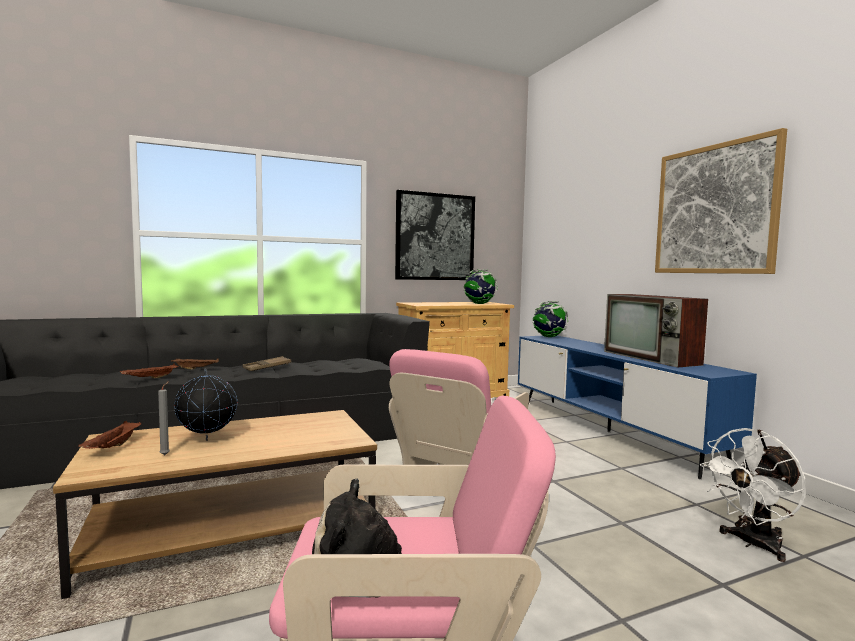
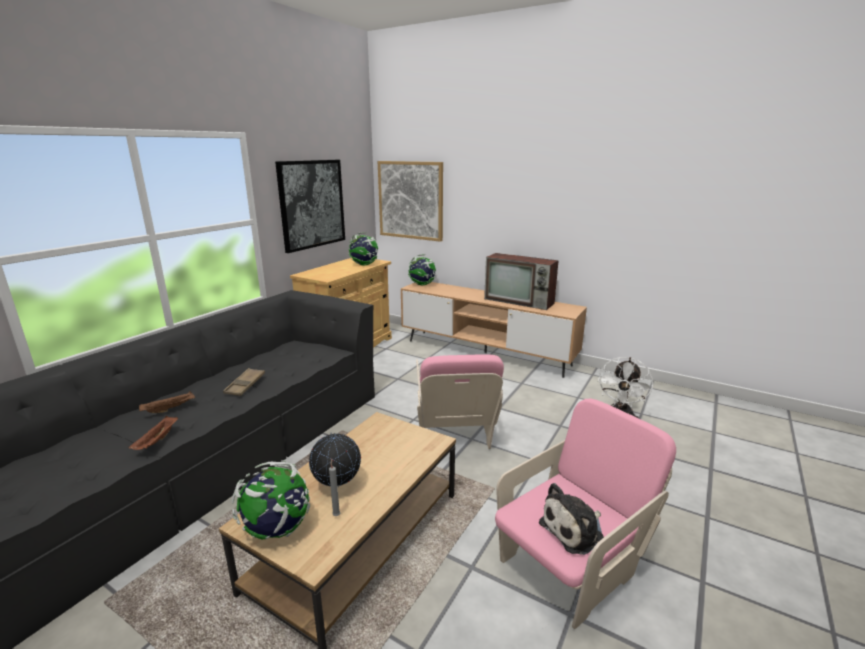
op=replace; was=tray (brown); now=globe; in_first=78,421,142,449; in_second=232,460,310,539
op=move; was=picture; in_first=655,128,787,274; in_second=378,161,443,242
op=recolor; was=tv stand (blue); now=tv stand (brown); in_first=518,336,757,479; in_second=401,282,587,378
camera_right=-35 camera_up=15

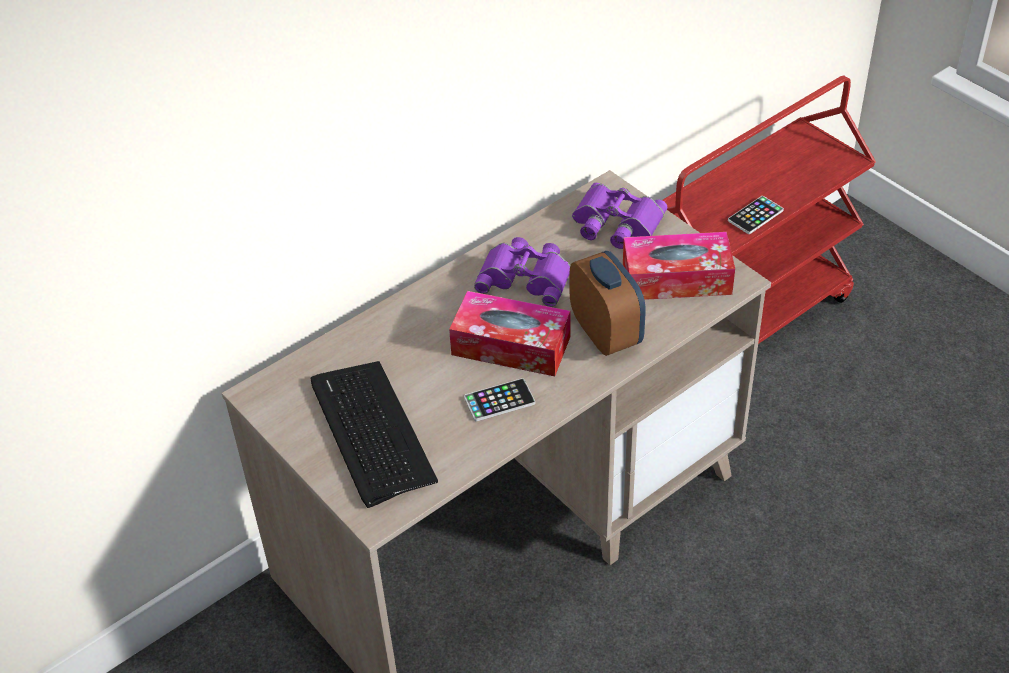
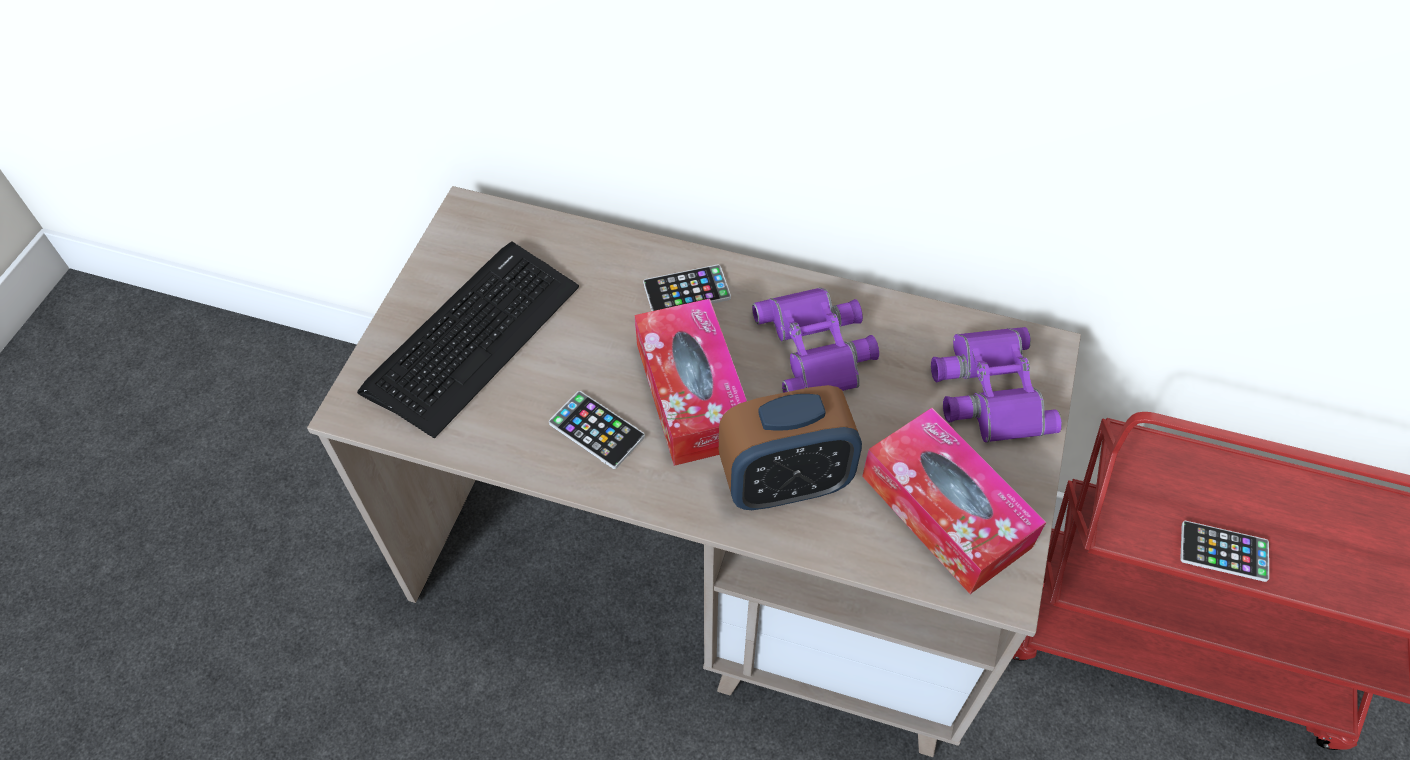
op=insert; now=phone; in_second=643,264,731,311
op=rotate; was=alarm clock; in_first=570,251,646,356; in_second=719,385,862,510; clockwise=45
camera_right=55 camera_up=10

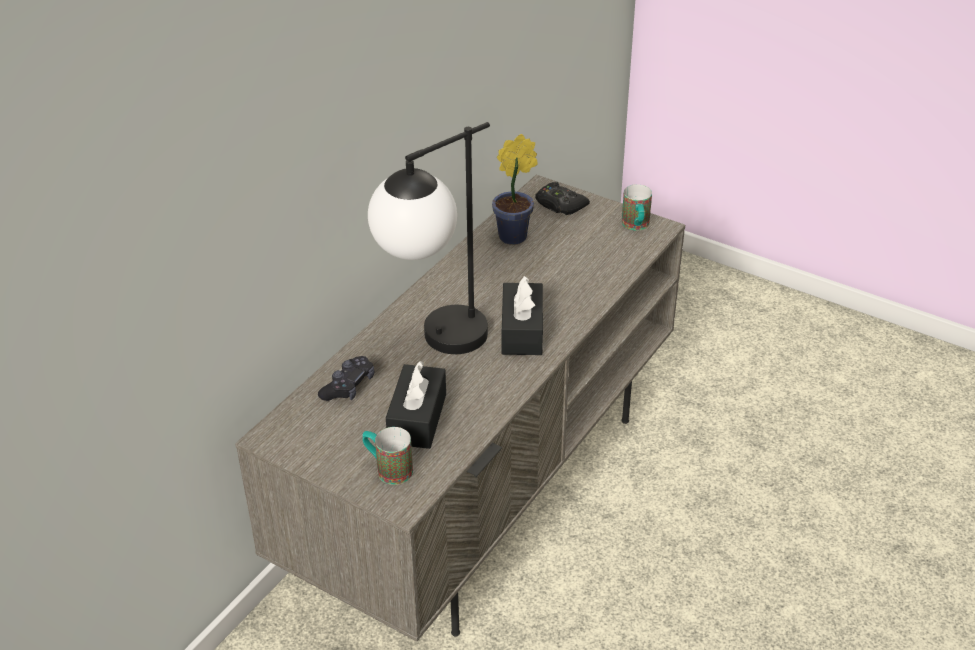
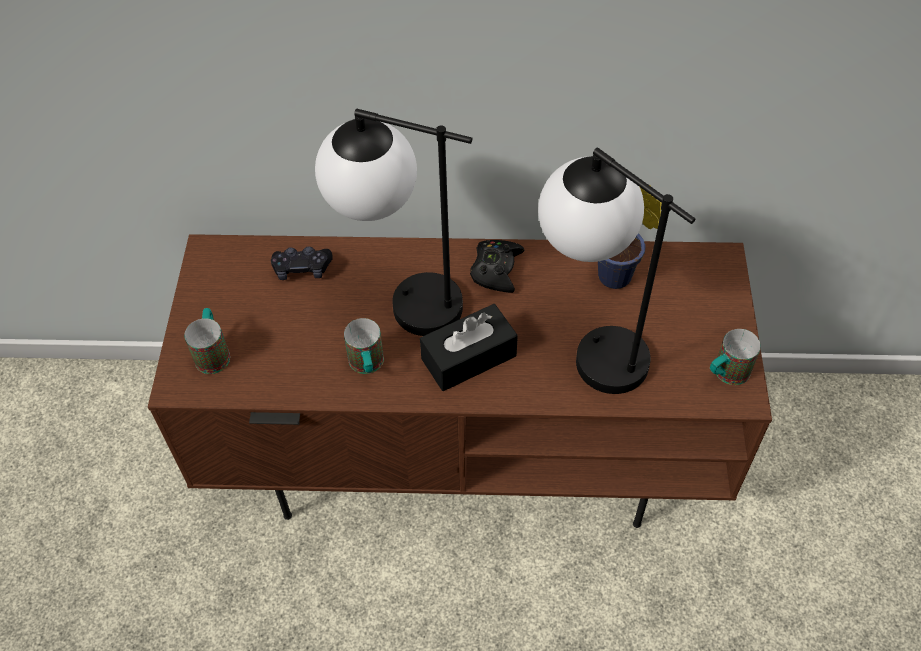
op=recolor; was=tv stand (grey); now=tv stand (brown); in_first=235,175,685,642; in_second=148,234,772,528
op=insert; now=mug; in_second=344,318,384,374
op=move; was=game controller (black); in_first=535,182,590,215; in_second=470,240,525,293
op=insert; now=table lamp; in_second=538,148,696,394
op=delete; was=tissue box (black); in_first=386,361,446,449
camera_right=60 camera_up=15

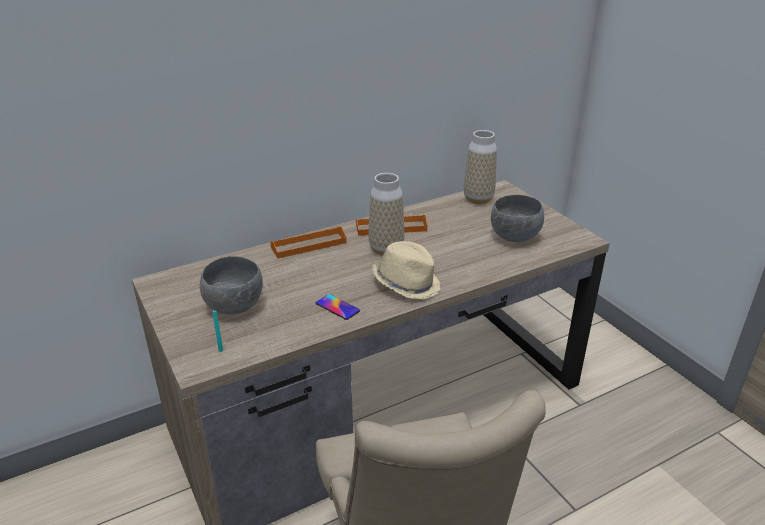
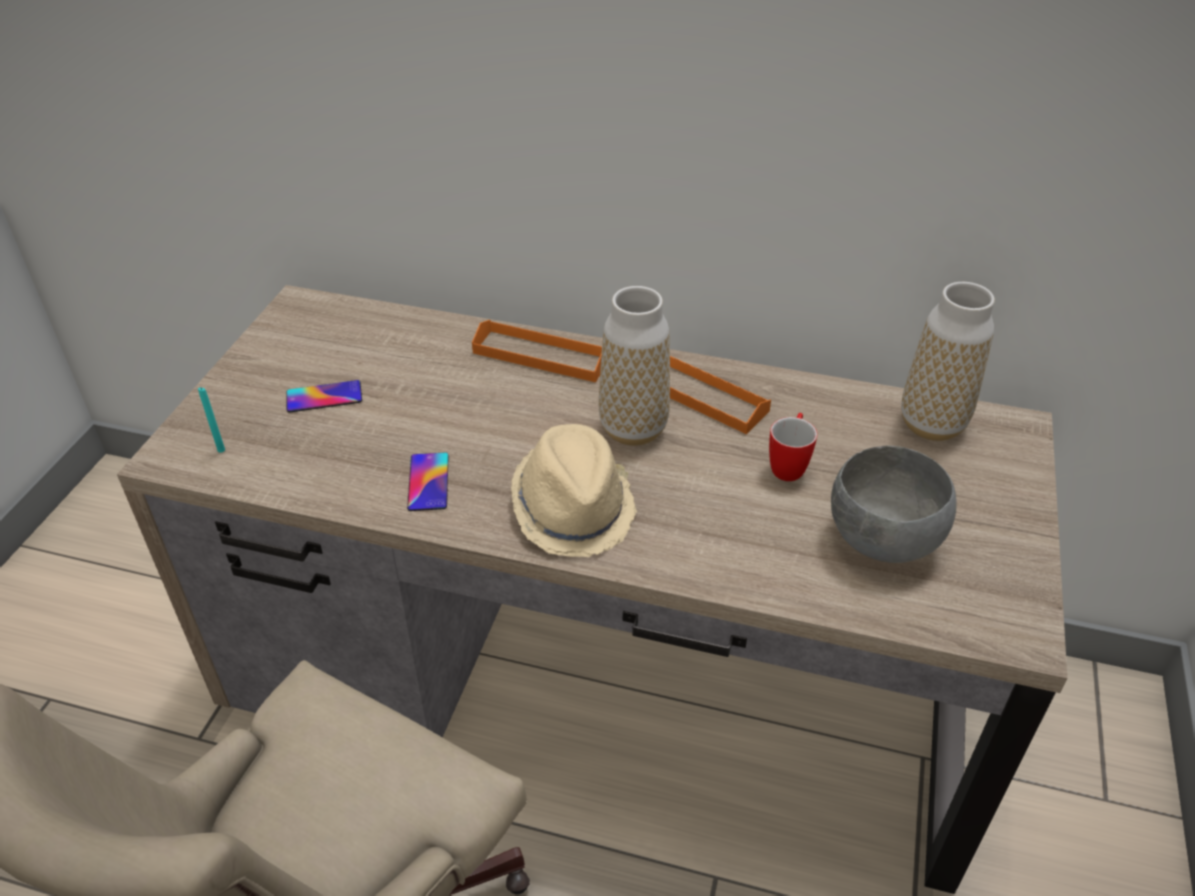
op=replace; was=bowl (grey); now=phone; in_first=200,256,263,315; in_second=286,380,362,413
op=insert; now=mug; in_second=769,413,817,481
camera_right=45 camera_up=10

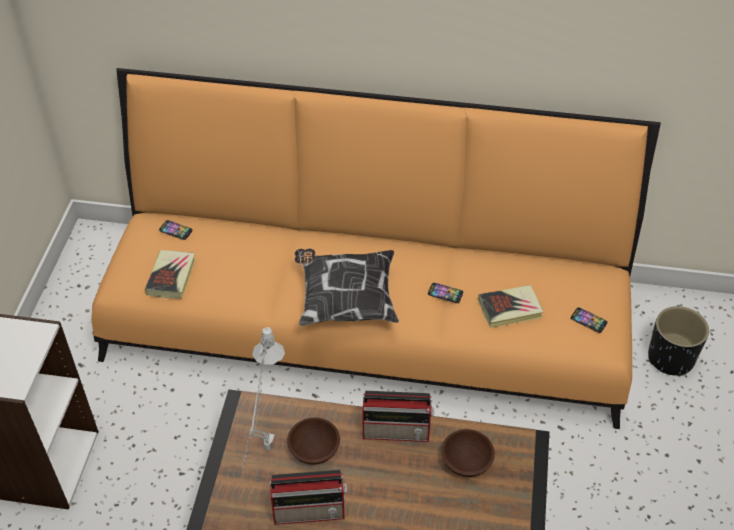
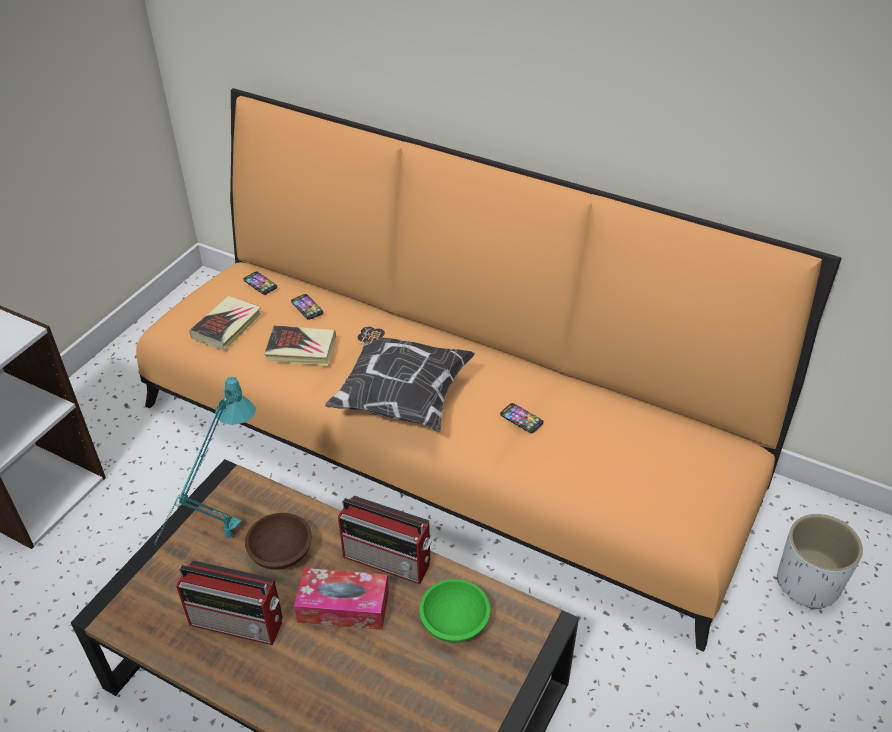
op=recolor; was=table lamp (grey); now=table lamp (turquoise); in_first=242,327,285,472; in_second=154,377,257,545
op=move; was=book; in_first=478,285,544,328; in_second=264,325,336,366
op=move; was=phone; in_first=571,307,607,333; in_second=291,294,323,320
op=insert; now=tissue box; in_second=294,568,389,630
op=recolor; was=bowl (brown); now=bowl (green); in_first=441,429,495,477; in_second=419,579,490,643
op=recolor; was=planter (black); now=planter (white); in_first=648,306,709,376; in_second=777,514,863,609
camera_right=20 camera_up=-5

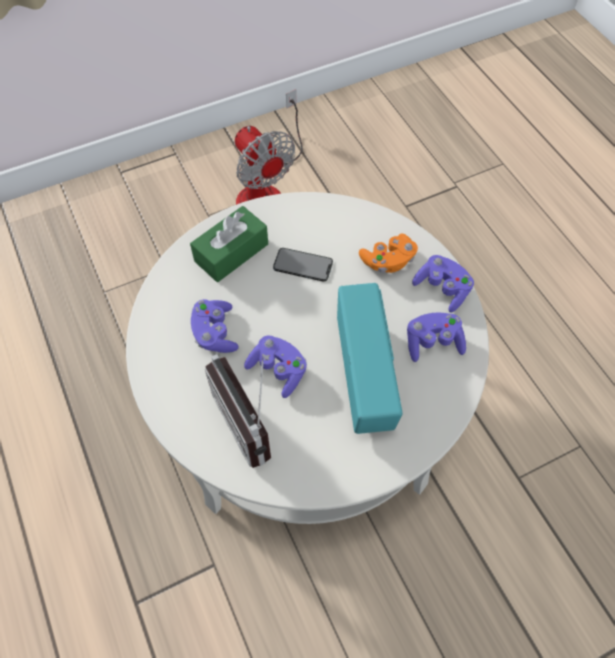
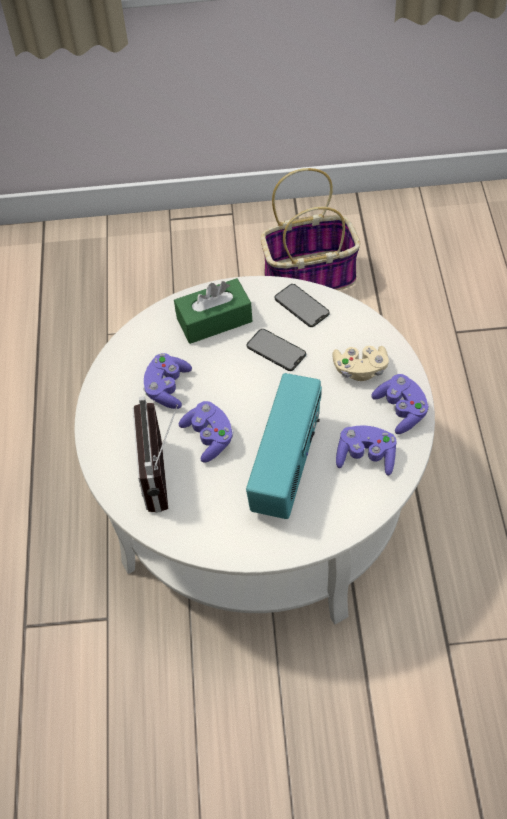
op=replace; was=fan; now=basket; in_first=235,89,303,205; in_second=260,168,360,290
op=insert; now=phone; in_second=274,284,330,327
op=recolor; was=game controller (orange); now=game controller (beige); in_first=359,234,418,273; in_second=332,346,389,381
camera_right=25 camera_up=-5

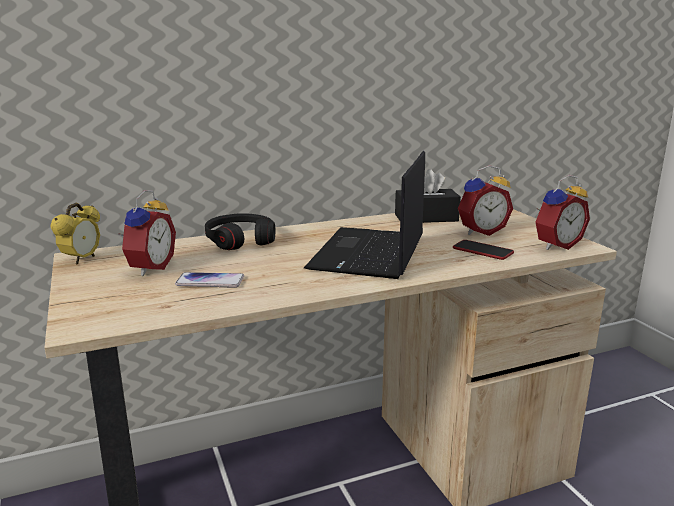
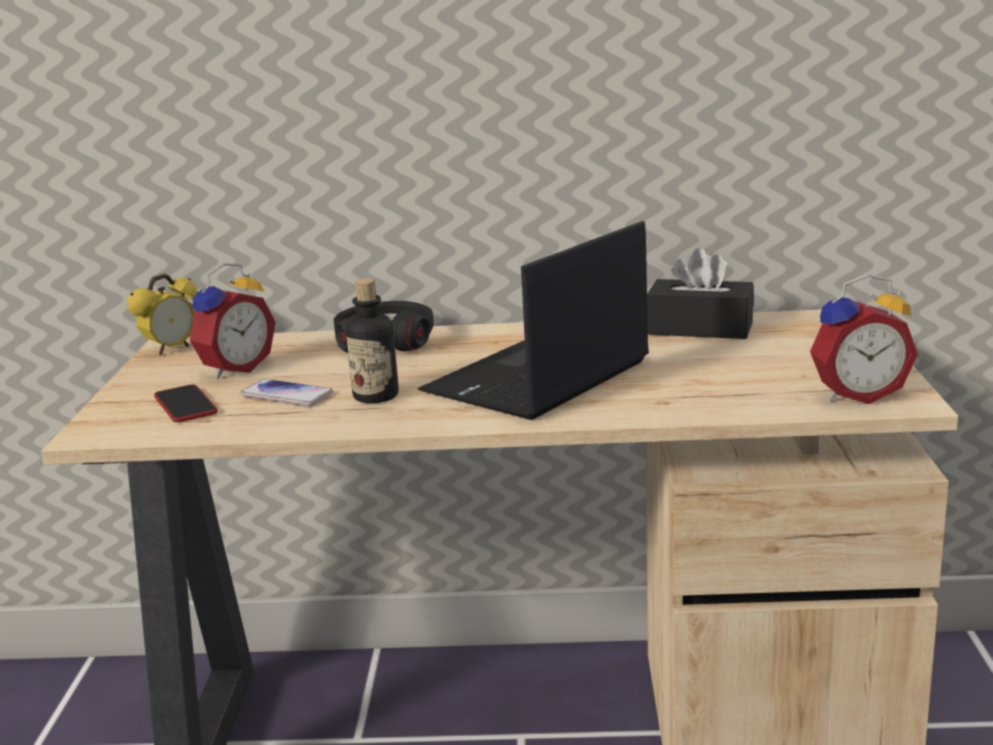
op=move; was=phone; in_first=453,240,514,260; in_second=154,384,218,422
op=insert; now=bottle; in_second=346,278,398,403
op=delete; was=alarm clock; in_first=458,165,513,236
camera_right=25 camera_up=0

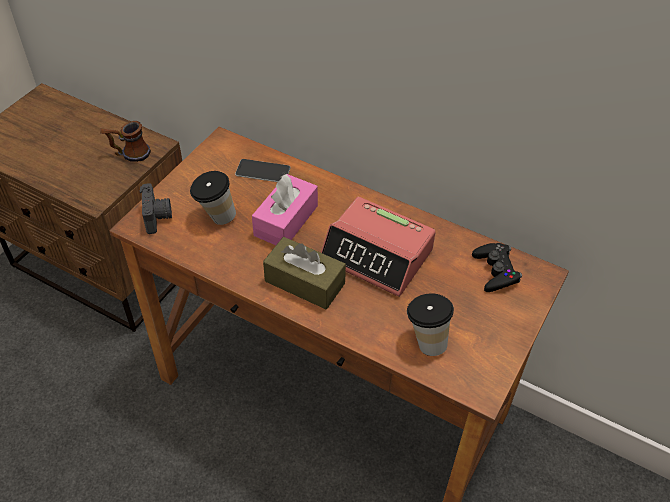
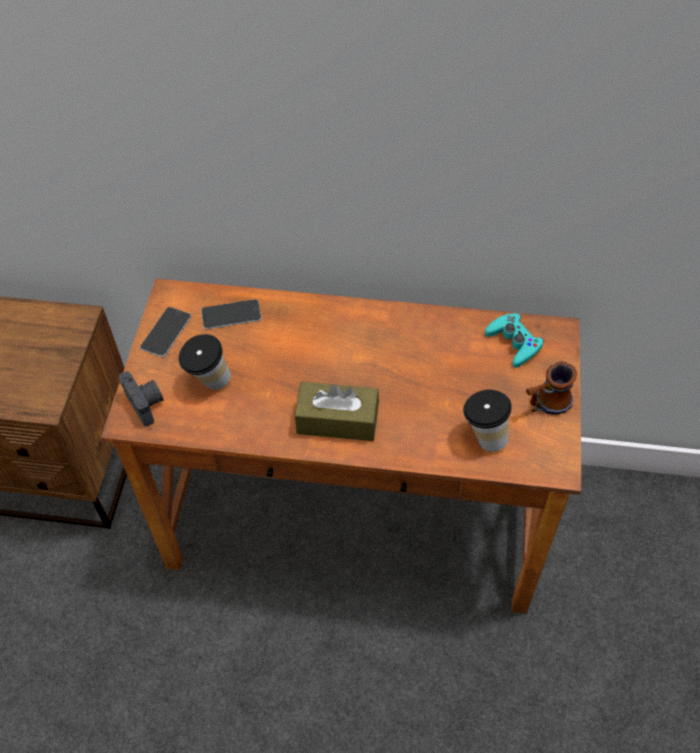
op=insert; now=phone; in_second=140,307,191,357
op=recolor; was=game controller (black); now=game controller (turquoise); in_first=472,243,522,292; in_second=485,313,544,368
op=move; was=mug; in_first=100,121,151,162; in_second=526,362,577,415
op=delete; was=tissue box (pink); in_first=252,174,318,245
op=delete; was=alarm clock; in_first=321,197,436,297
camera_right=-20 camera_up=5

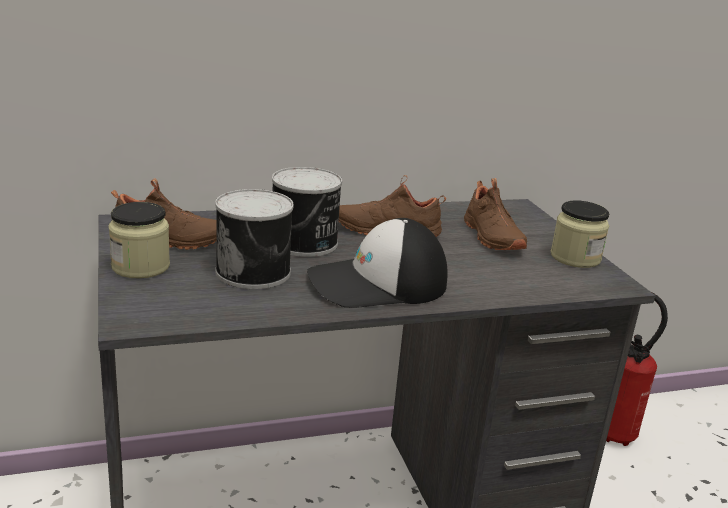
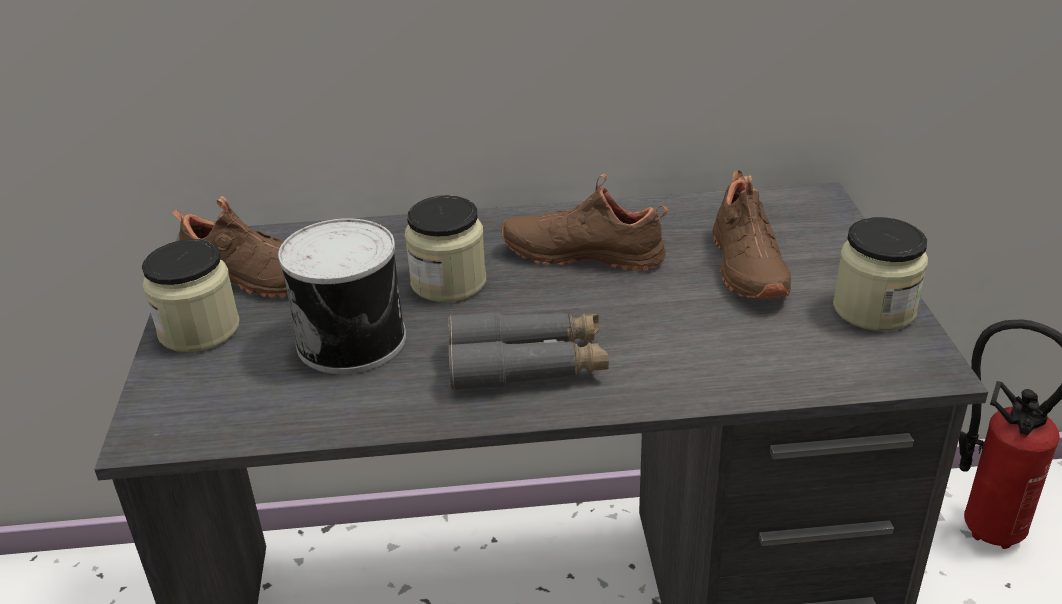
op=replace; was=can; now=jar; in_first=272,167,342,257; in_second=405,195,486,302
op=replace; was=cap; now=binoculars (grey); in_first=307,218,448,308; in_second=448,312,609,391
camera_right=15 camera_up=10

